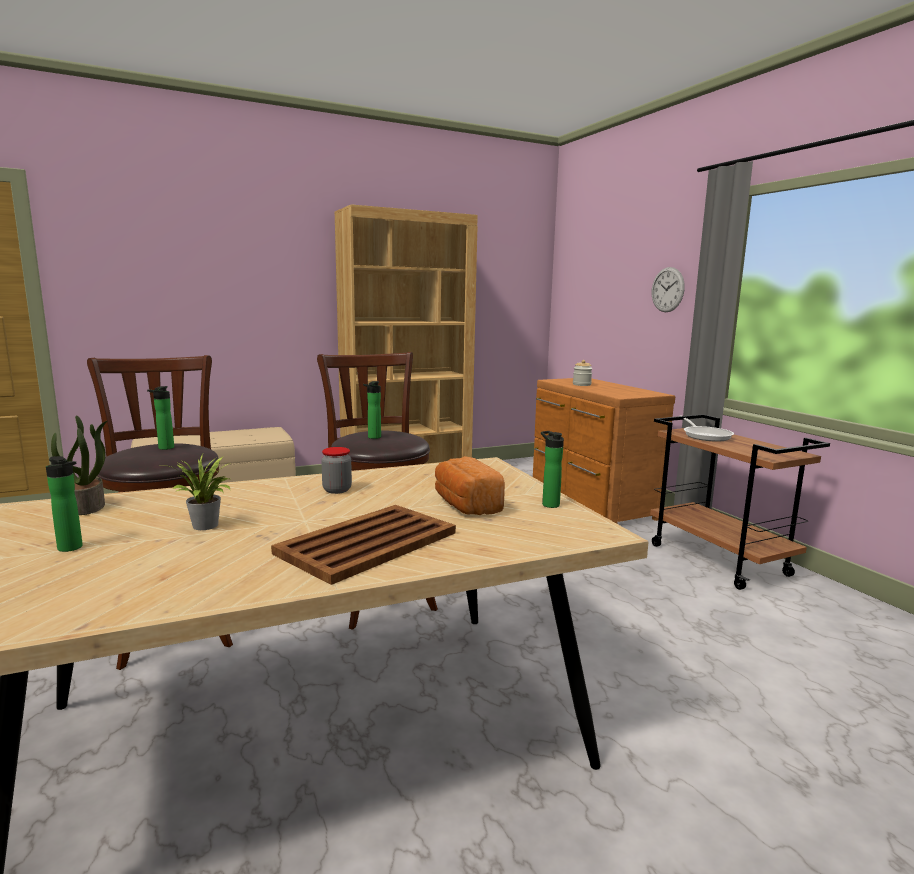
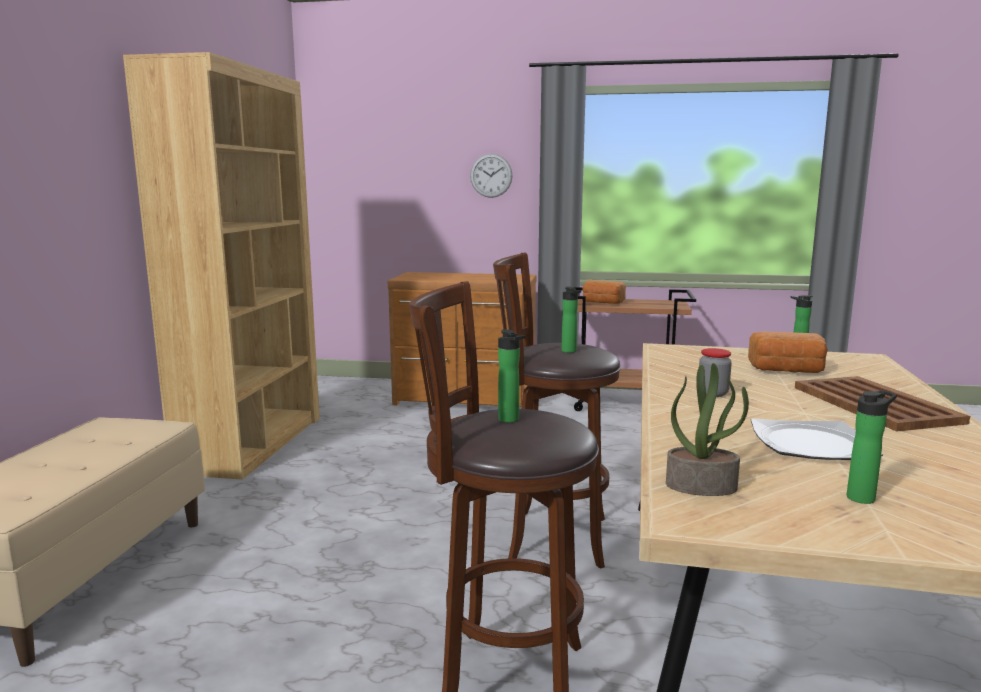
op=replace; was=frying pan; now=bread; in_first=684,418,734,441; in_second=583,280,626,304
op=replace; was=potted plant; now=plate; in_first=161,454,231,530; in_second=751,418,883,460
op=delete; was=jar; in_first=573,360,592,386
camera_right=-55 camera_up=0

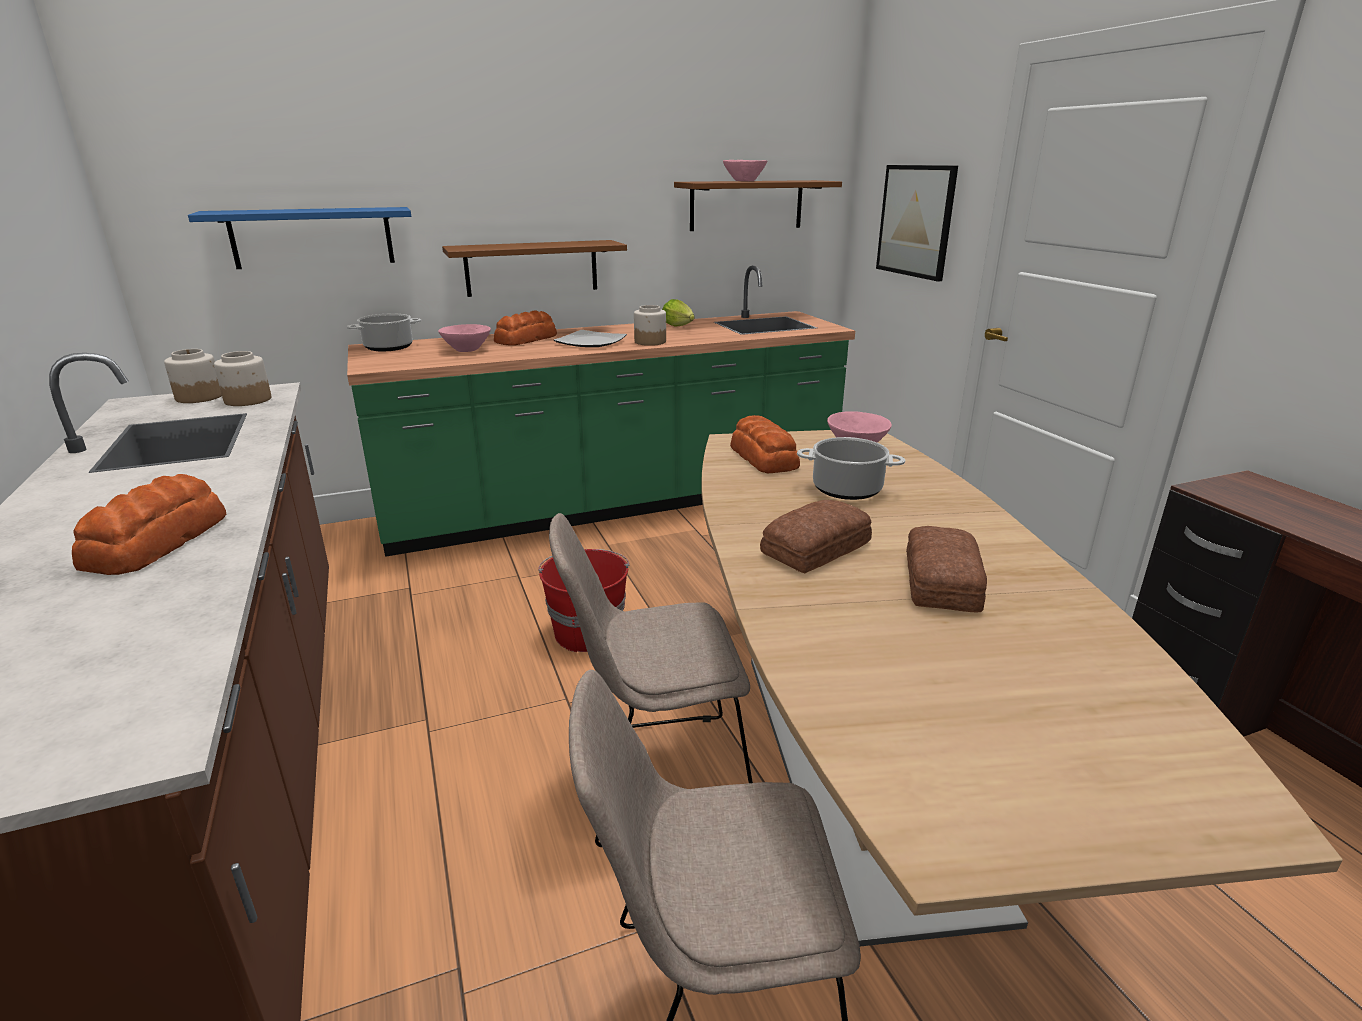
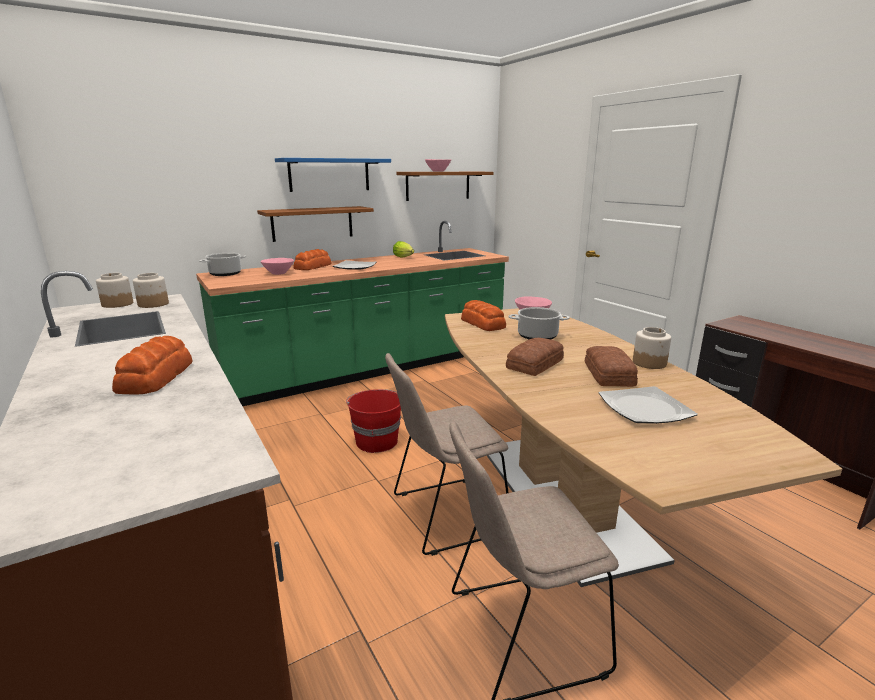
op=move; was=shelf (blue); in_first=188,207,411,269; in_second=275,158,391,192
op=insert; now=plate; in_second=599,386,698,424
op=move; was=jar; in_first=634,305,666,346; in_second=633,327,671,369
op=delete; was=picture; in_first=876,165,958,282
camera_right=-10 camera_up=-5

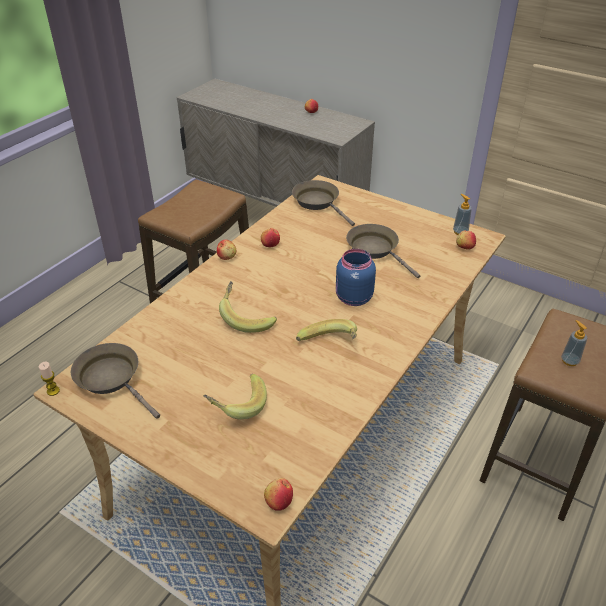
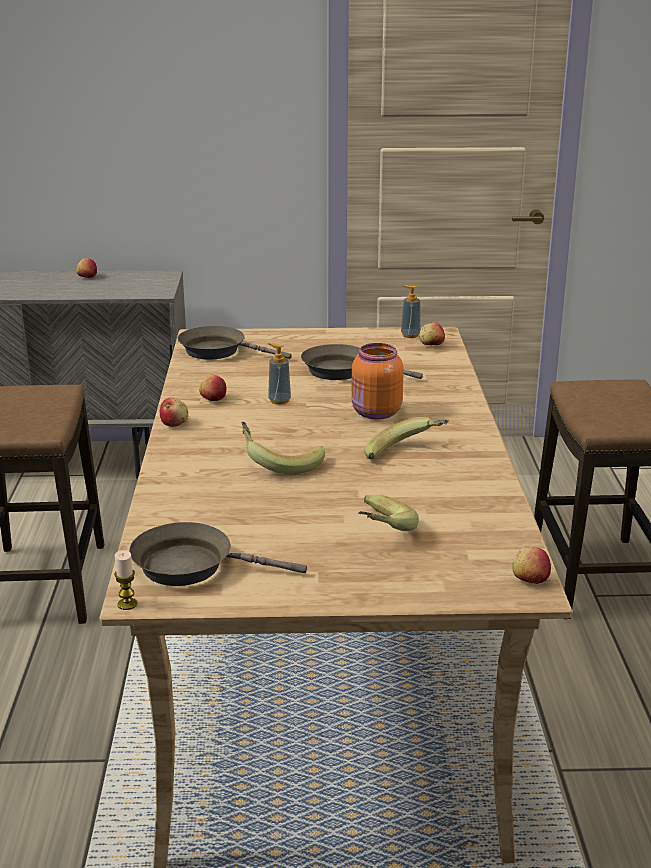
op=move; was=soap dispenser; in_first=561,320,587,366; in_second=268,343,291,405
op=recolor; was=jar (blue); now=jar (orange); in_first=336,249,376,306; in_second=351,343,404,420
camera_right=-35 camera_up=-15

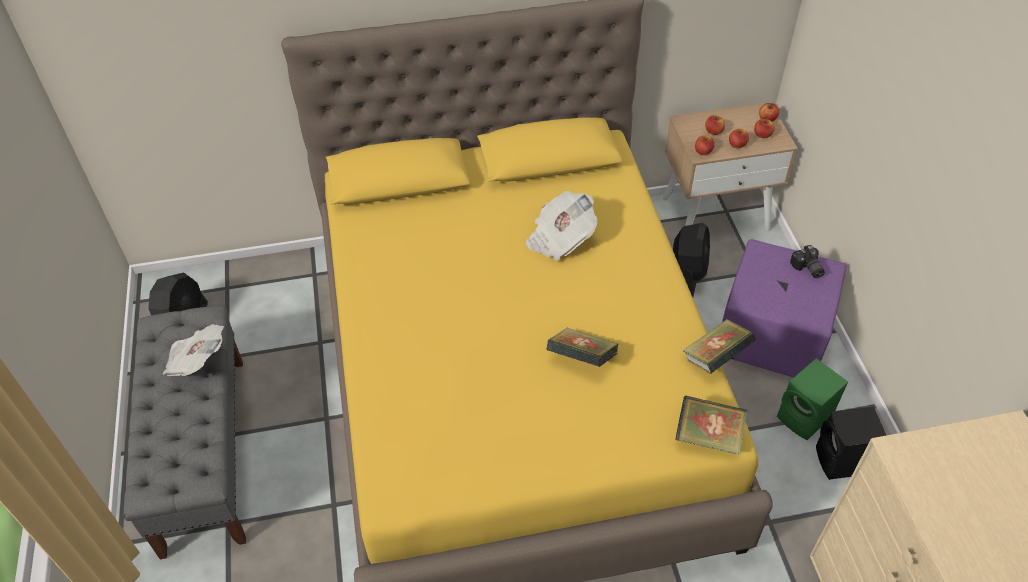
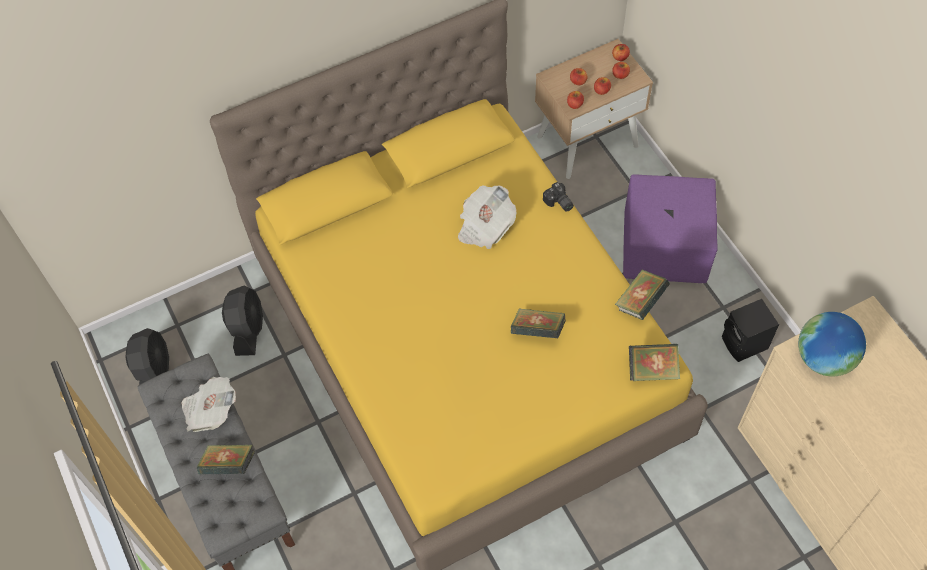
op=insert; now=book; in_second=197,445,255,474
op=move; was=fan (black); in_first=673,223,710,297; in_second=222,285,263,356
op=move; was=photo camera; in_first=790,245,825,278; in_second=543,182,574,212
op=insert; now=globe; in_second=798,312,866,377
op=delete; was=speaker (green); in_first=777,358,848,440
camera_right=-15 camera_up=10

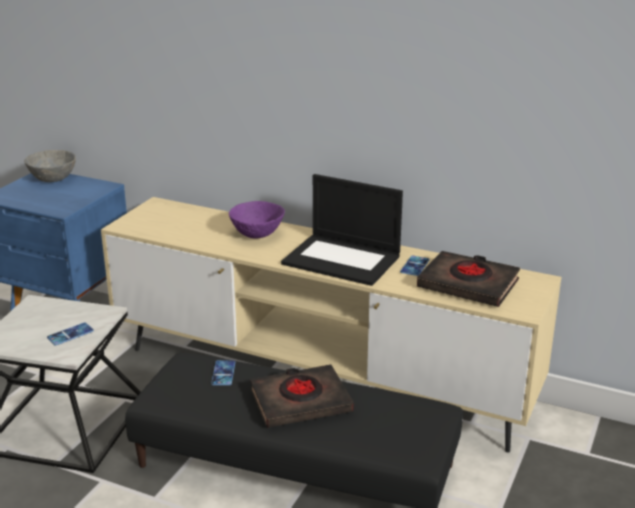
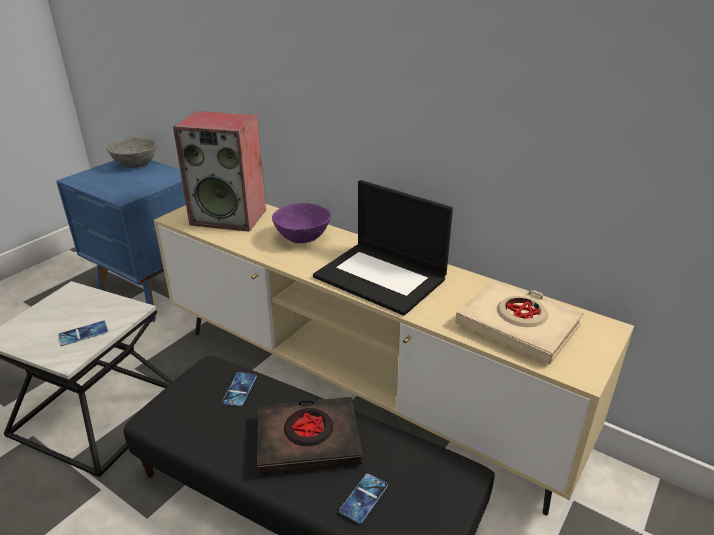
op=insert; now=speaker; in_second=173,111,266,232
op=move; was=phone; in_first=400,256,430,276; in_second=339,474,388,524
op=recolor; was=book (black); now=book (beige); in_first=417,251,520,307; in_second=455,279,584,364
camera_right=10 camera_up=5

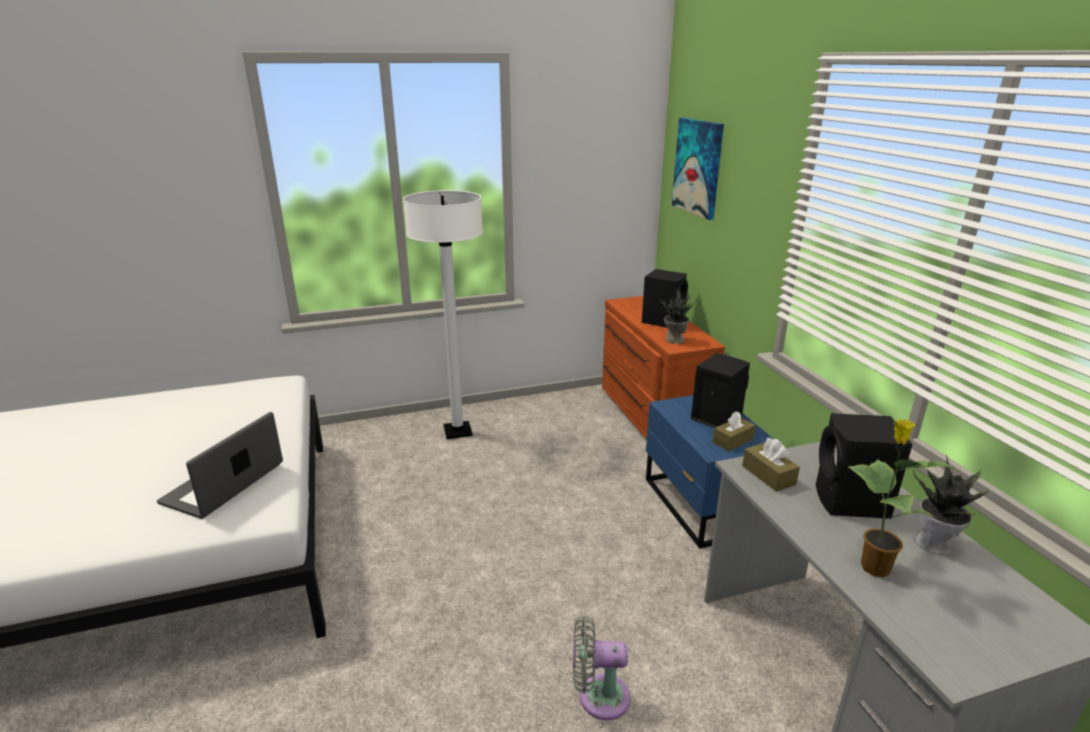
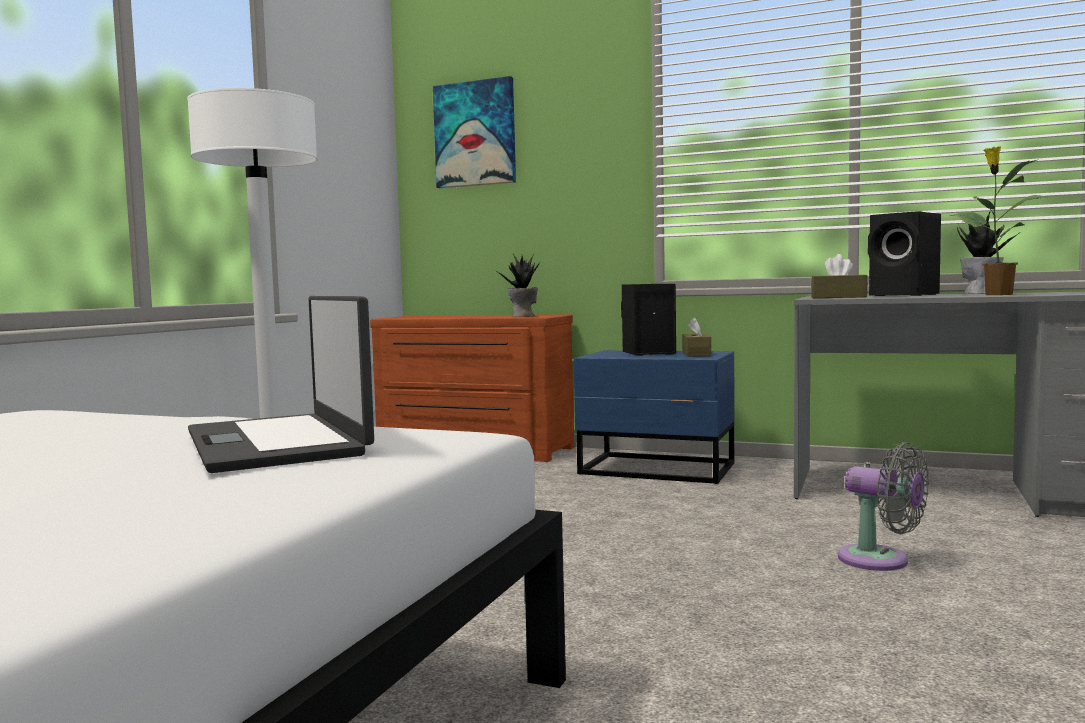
op=rotate; was=fan (grey); in_first=573,616,631,720; in_second=838,442,929,571; clockwise=-90
op=delete; was=speaker (black); in_first=642,269,688,328
camera_right=-50 camera_up=-20

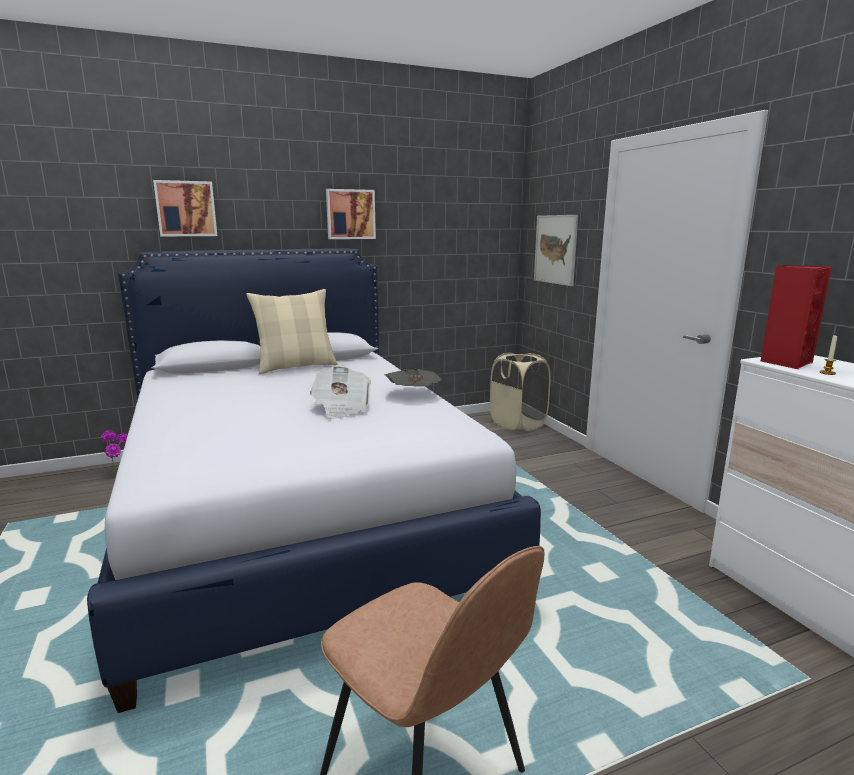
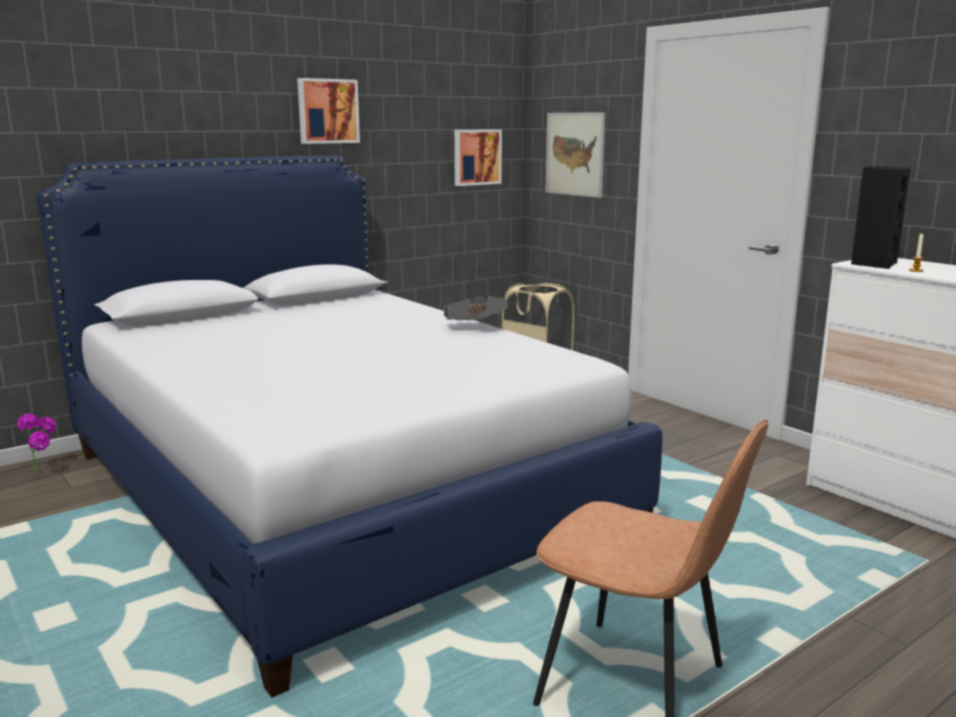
op=move; was=picture; in_first=153,180,217,236; in_second=454,129,502,186
op=recolor; was=speaker (red); now=speaker (black); in_first=760,265,832,369; in_second=851,167,911,269
op=delete; was=pillow (beige); in_first=246,289,338,374
op=delete; was=newspaper; in_first=310,365,371,419
camera_right=-15 camera_up=0

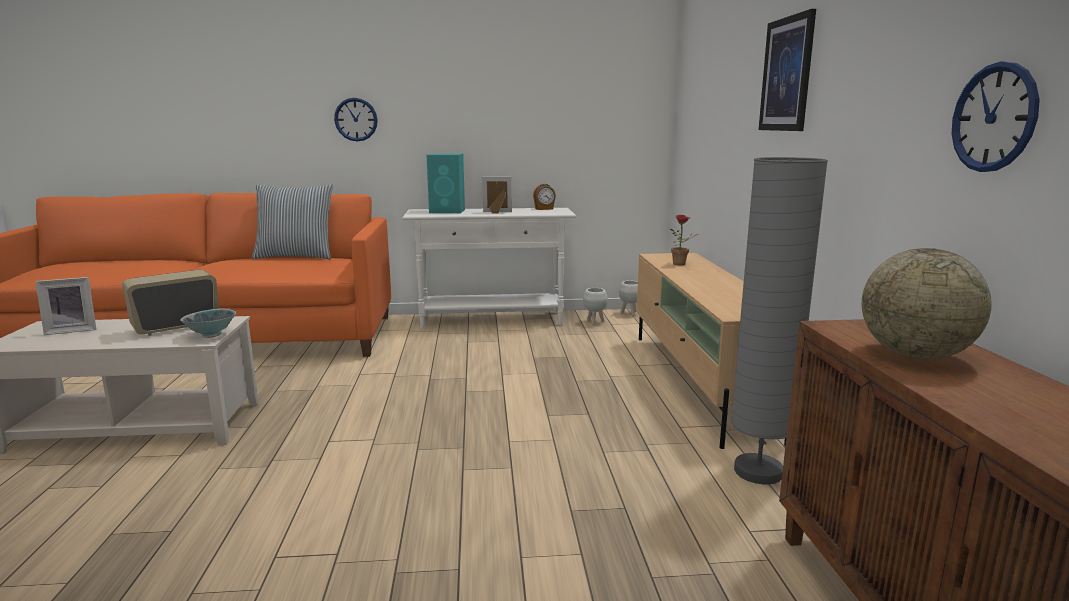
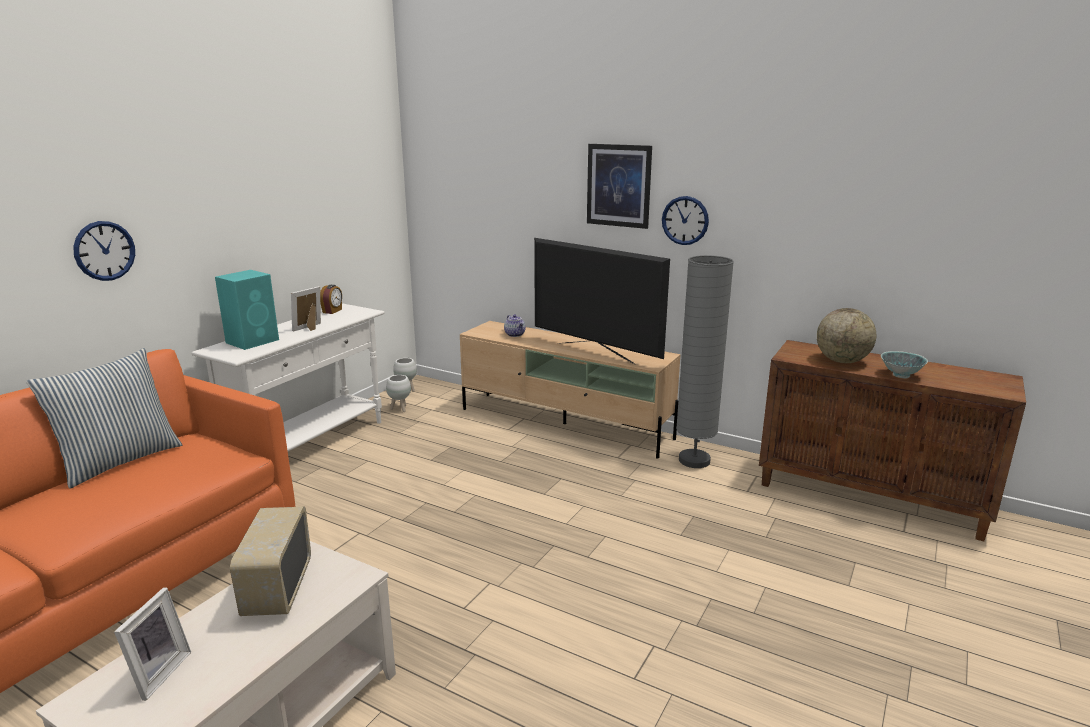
op=replace; was=potted plant; now=teapot; in_first=670,215,698,265; in_second=504,314,526,337
op=insert; now=television; in_second=534,238,670,365
op=move; was=wall clock; in_first=952,62,1040,172; in_second=662,196,709,245
op=move; was=bowl; in_first=180,309,236,338; in_second=881,351,928,379
camera_right=-55 camera_up=5

